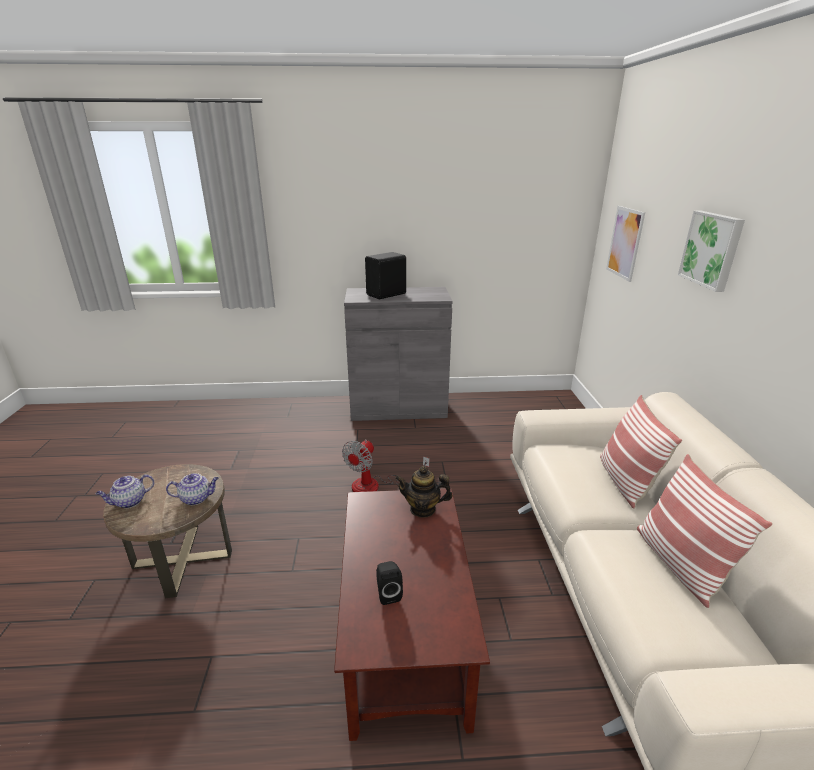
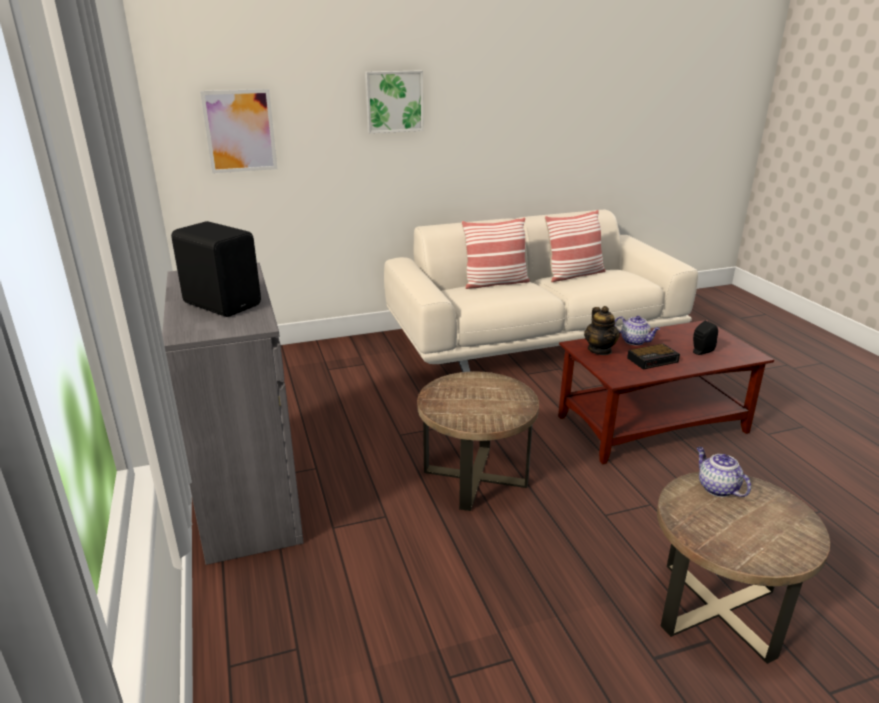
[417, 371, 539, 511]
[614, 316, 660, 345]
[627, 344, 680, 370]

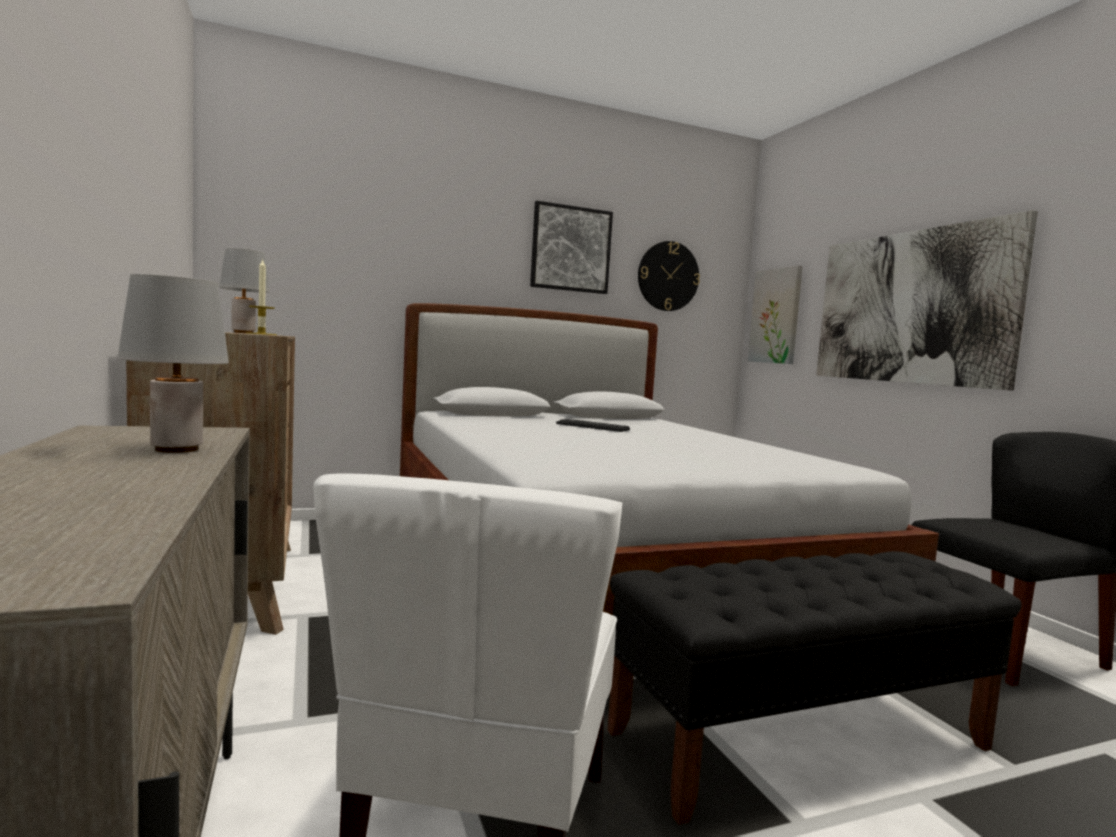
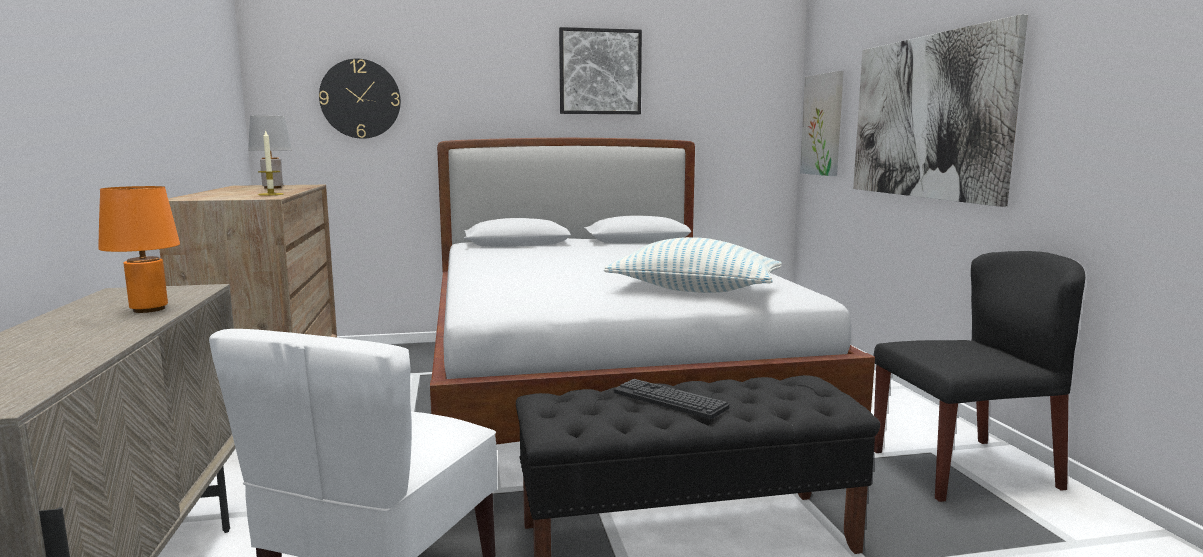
[319, 59, 401, 139]
[98, 186, 180, 313]
[614, 379, 729, 419]
[604, 237, 782, 293]

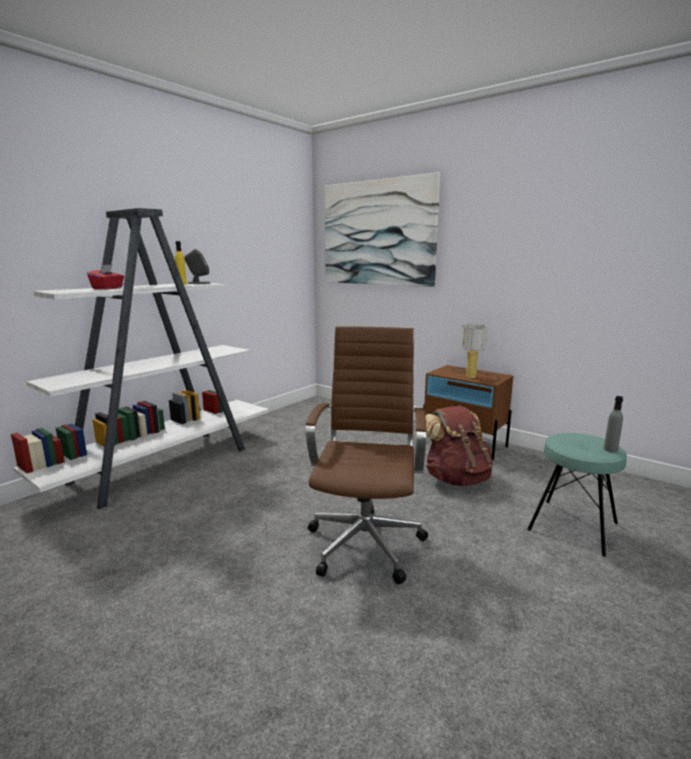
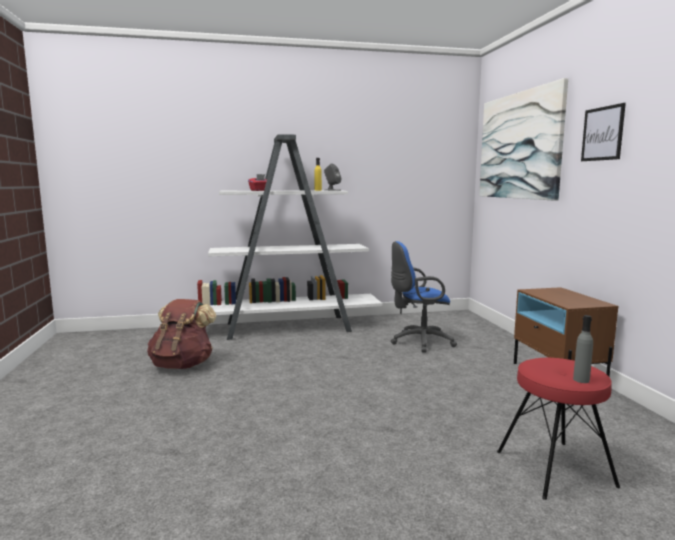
[452, 325, 500, 379] (first image)
[305, 326, 428, 584] (first image)
[147, 299, 216, 369]
[497, 358, 620, 500]
[581, 103, 626, 161]
[391, 241, 457, 353]

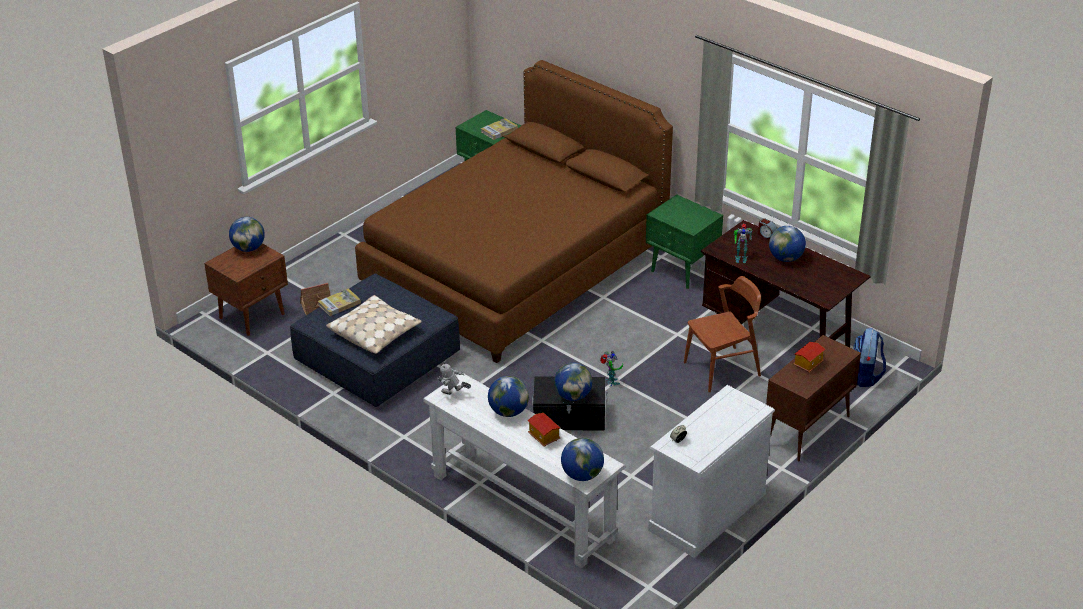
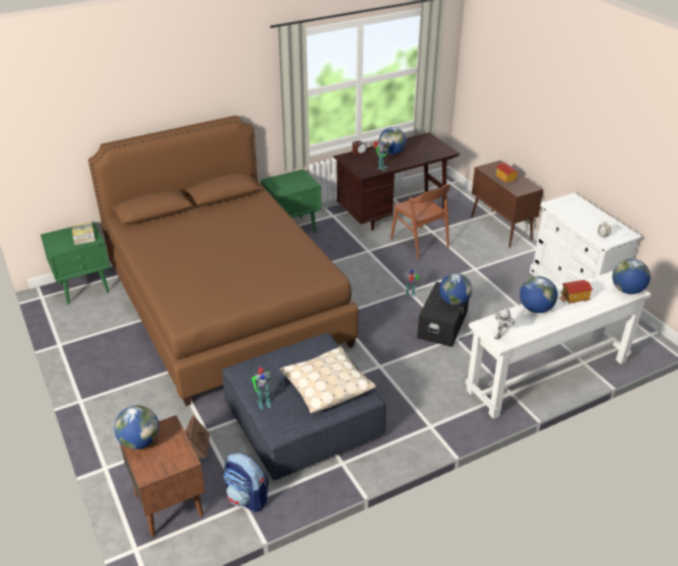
[391, 184, 450, 260]
[251, 367, 272, 409]
[224, 452, 269, 512]

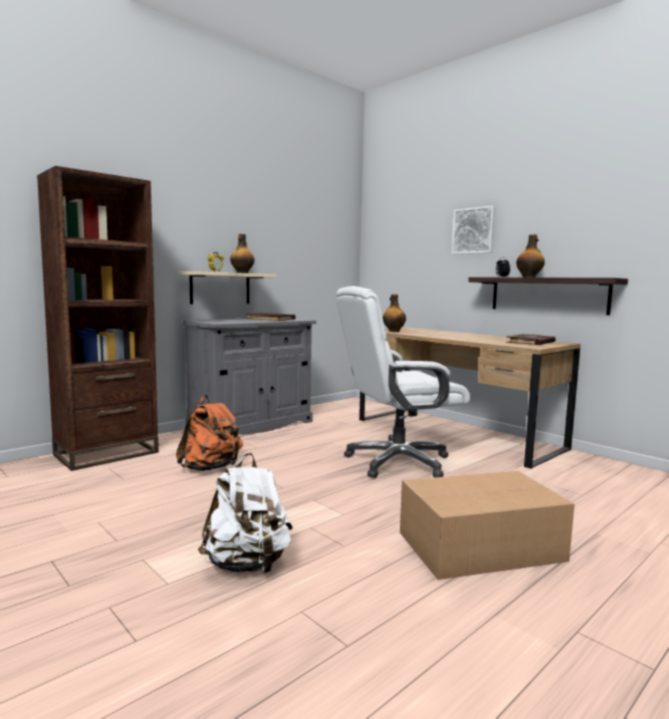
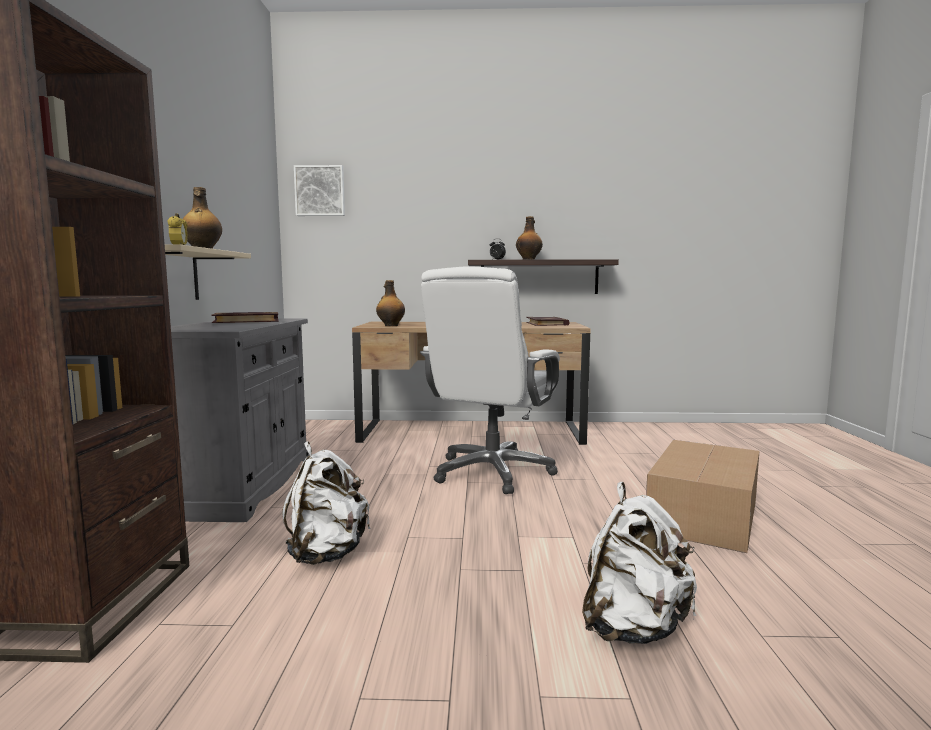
[294, 165, 345, 216]
[282, 441, 371, 565]

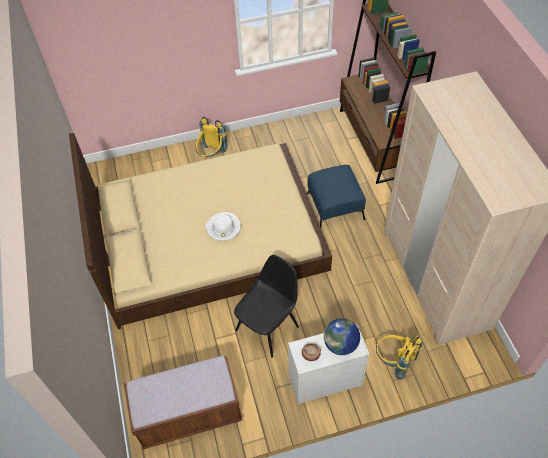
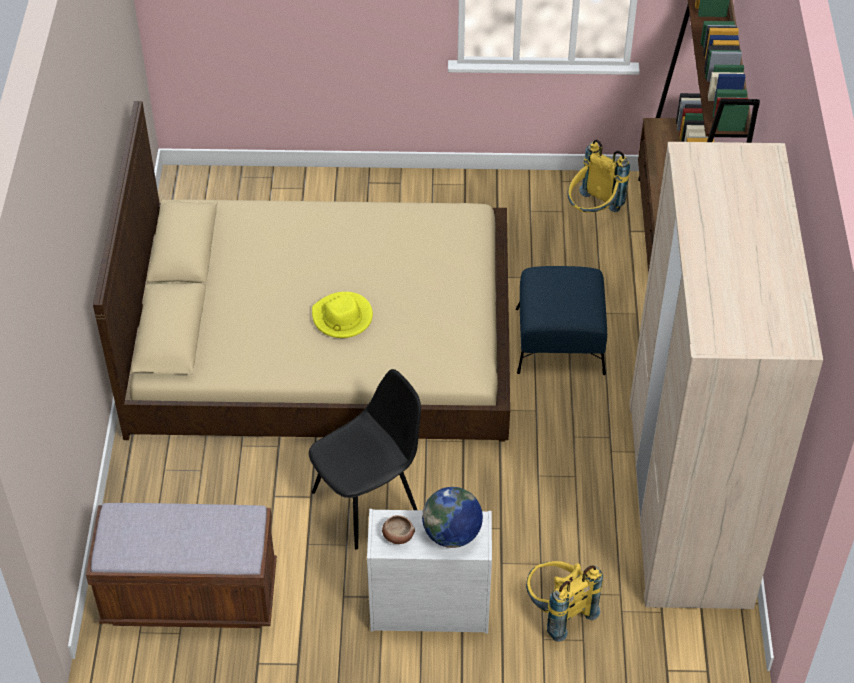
[567, 140, 630, 213]
[312, 292, 373, 338]

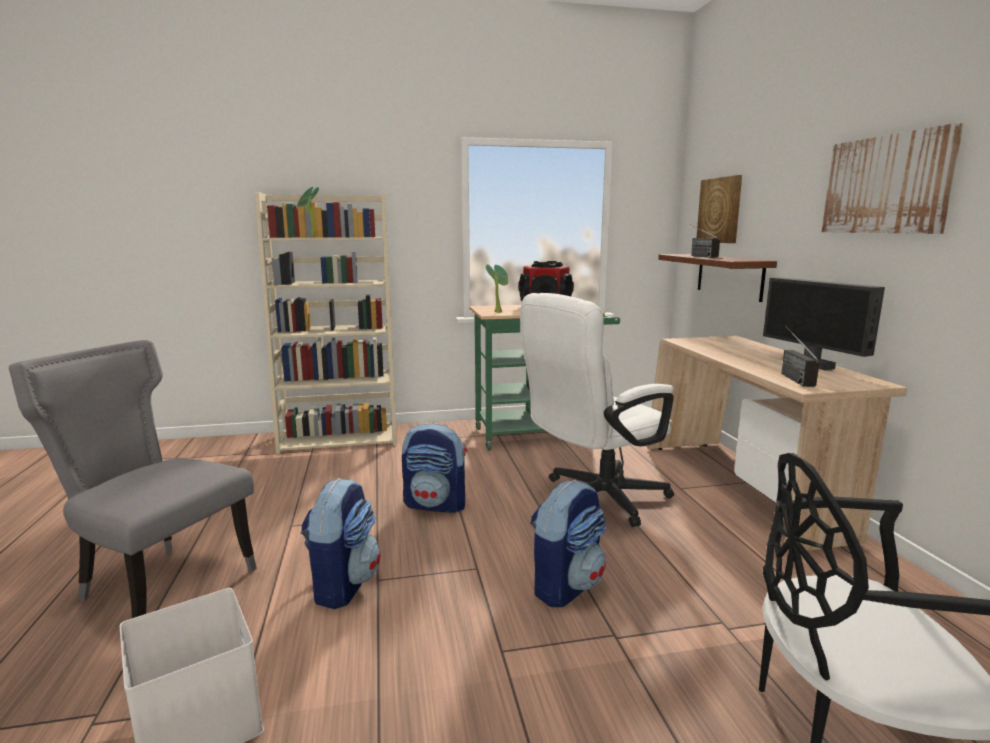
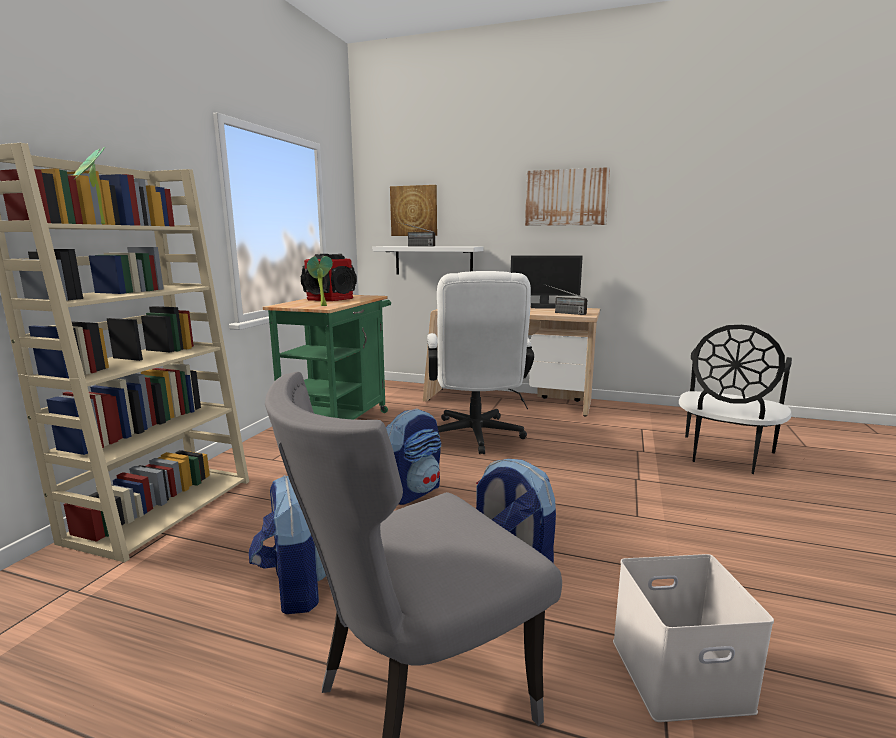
[373, 246, 484, 274]
[249, 475, 326, 614]

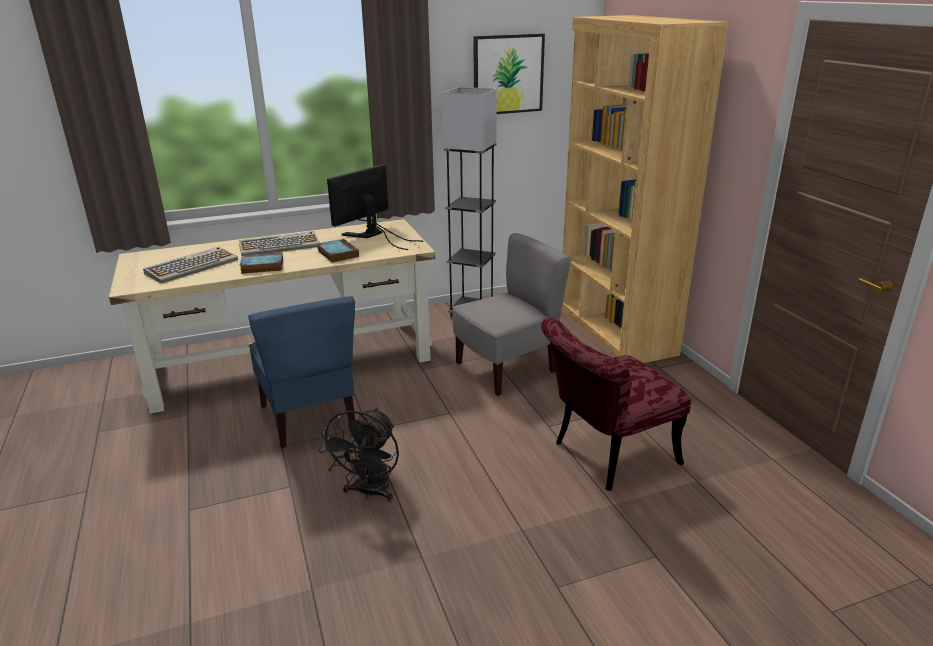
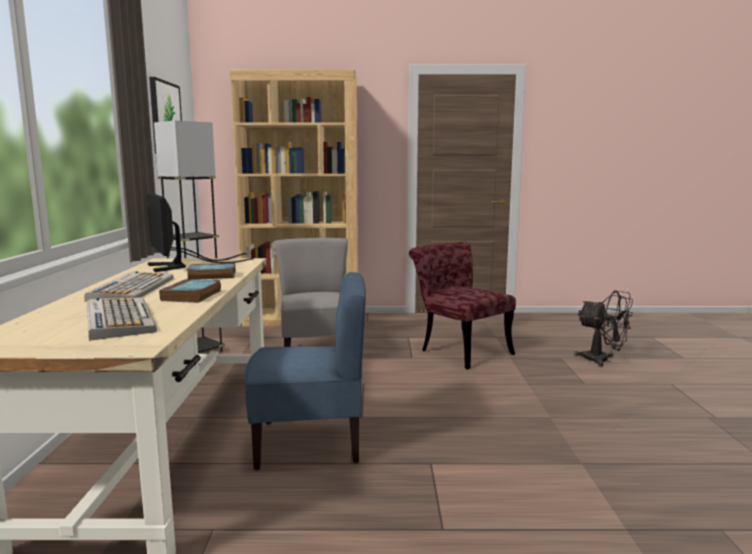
[409, 242, 516, 370]
[574, 290, 633, 367]

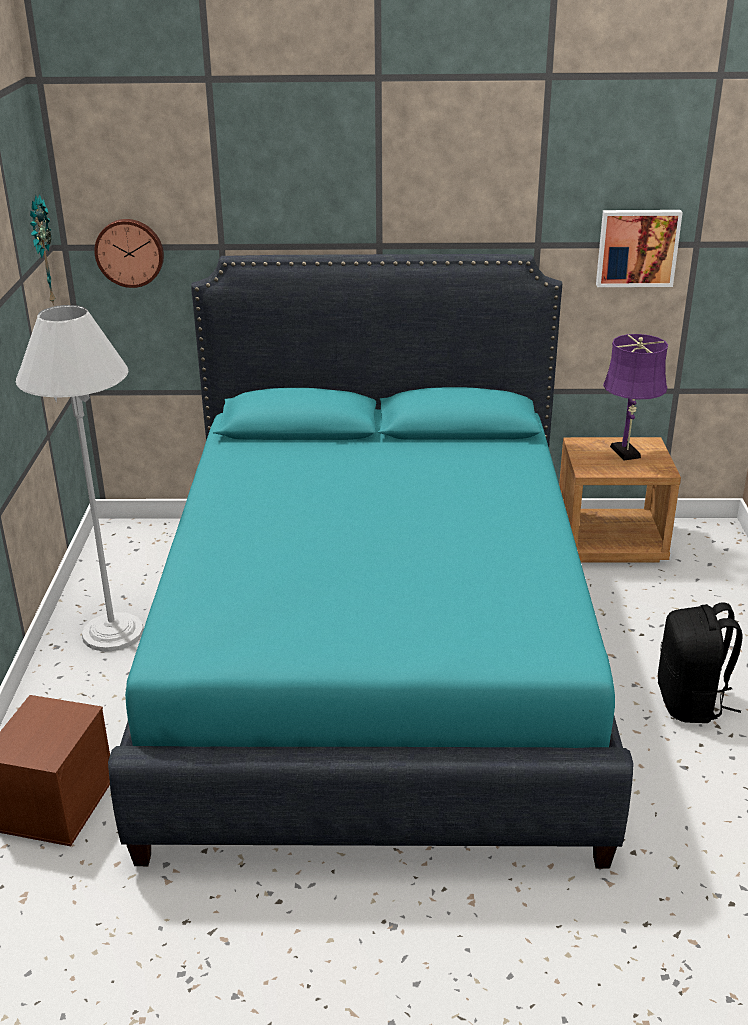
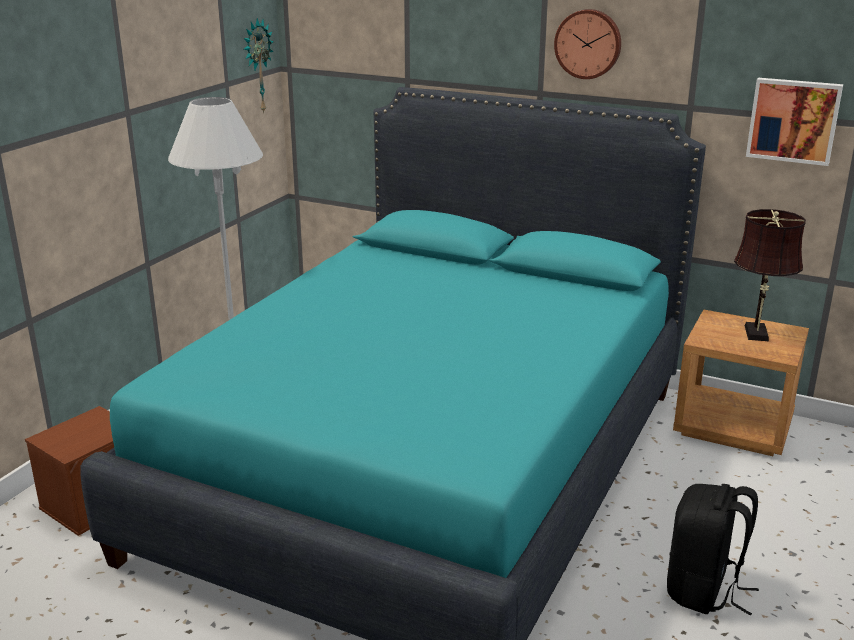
[554, 9, 621, 79]
[734, 209, 806, 341]

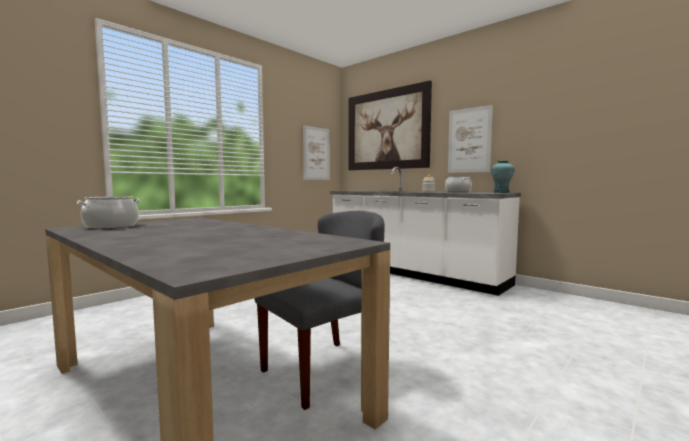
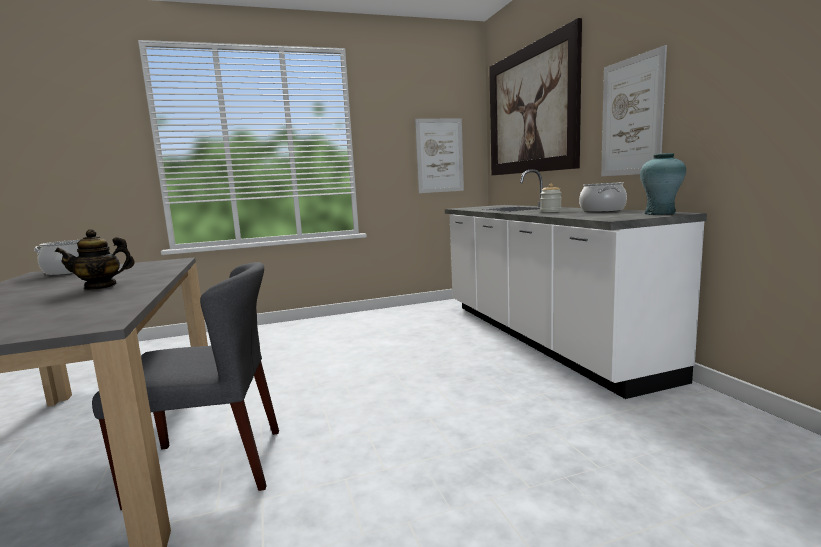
[55, 229, 135, 290]

